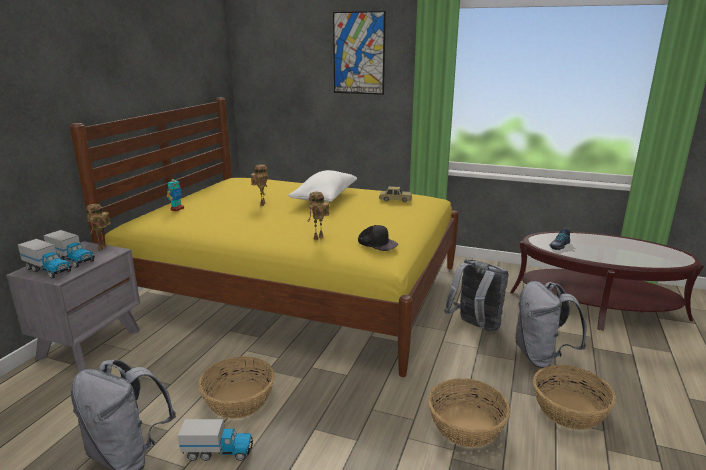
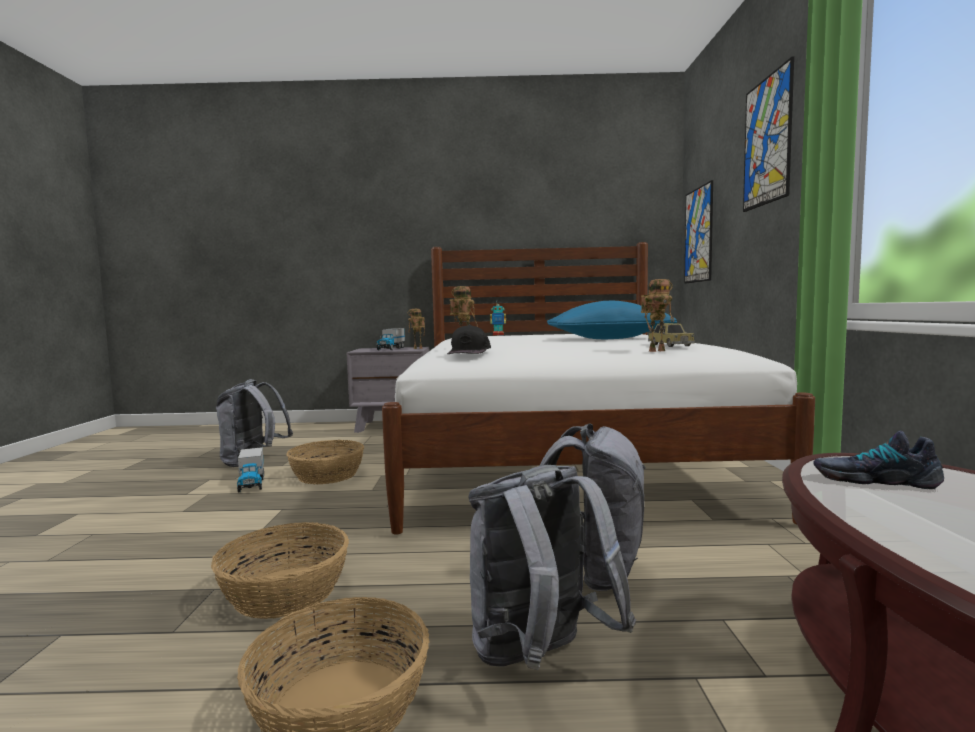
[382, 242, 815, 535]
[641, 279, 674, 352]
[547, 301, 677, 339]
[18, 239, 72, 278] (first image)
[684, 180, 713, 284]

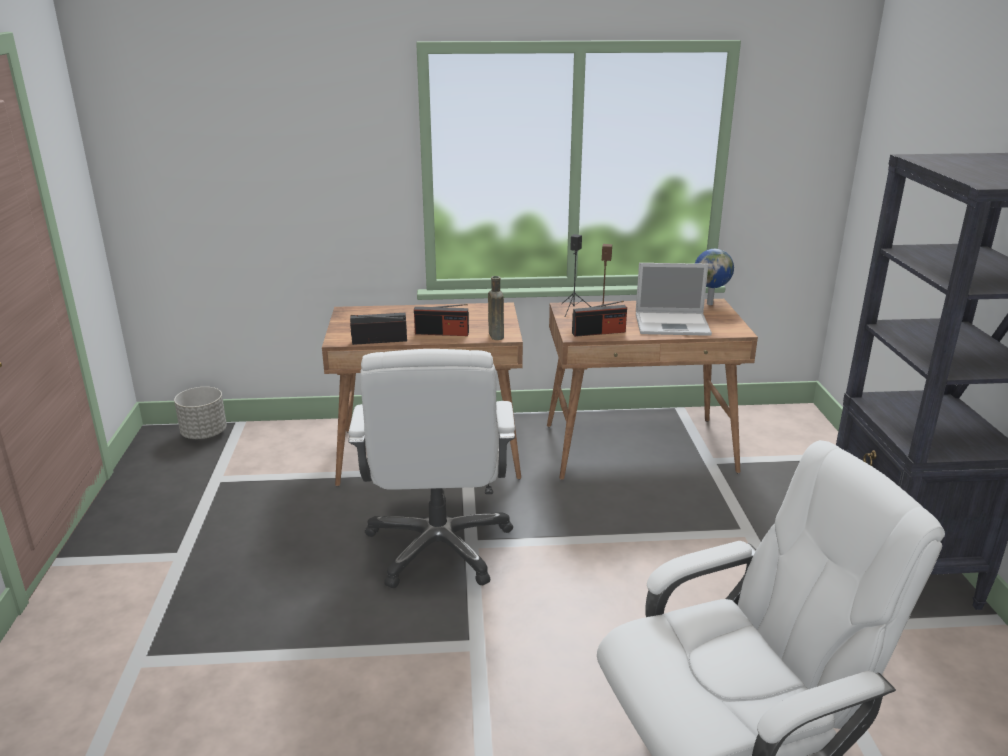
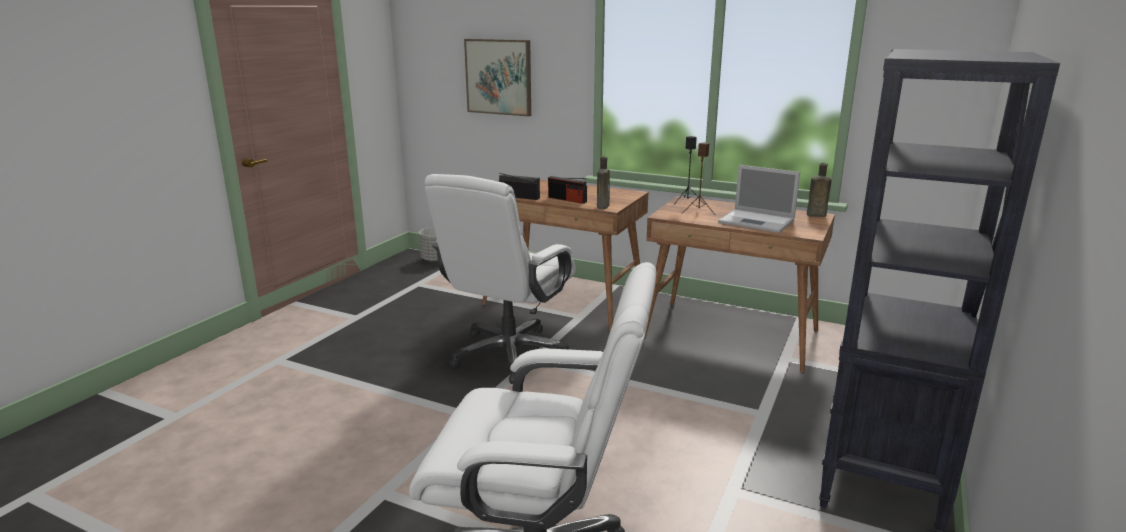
[807, 163, 832, 217]
[572, 301, 627, 337] (first image)
[464, 39, 531, 116]

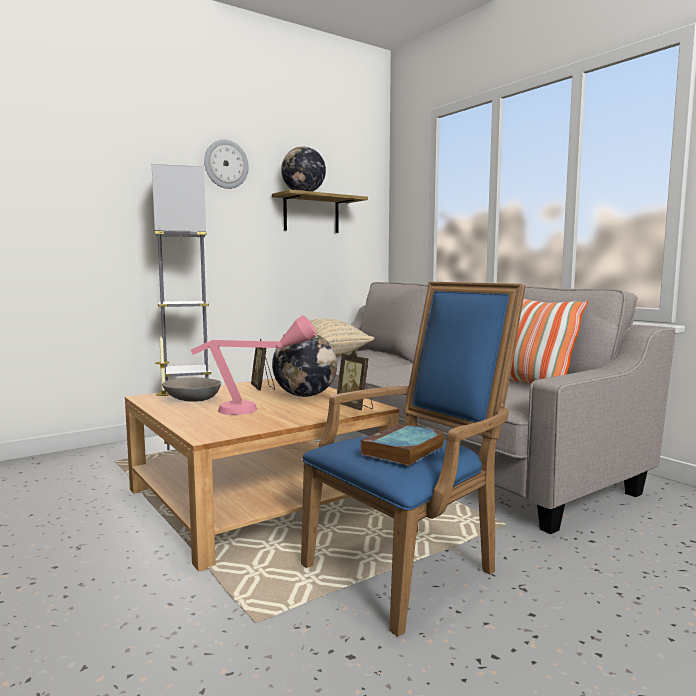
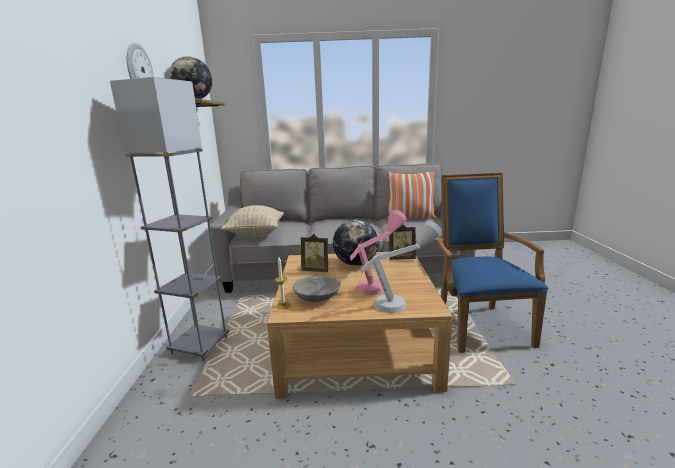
[361, 424, 444, 466] (first image)
[360, 220, 442, 313]

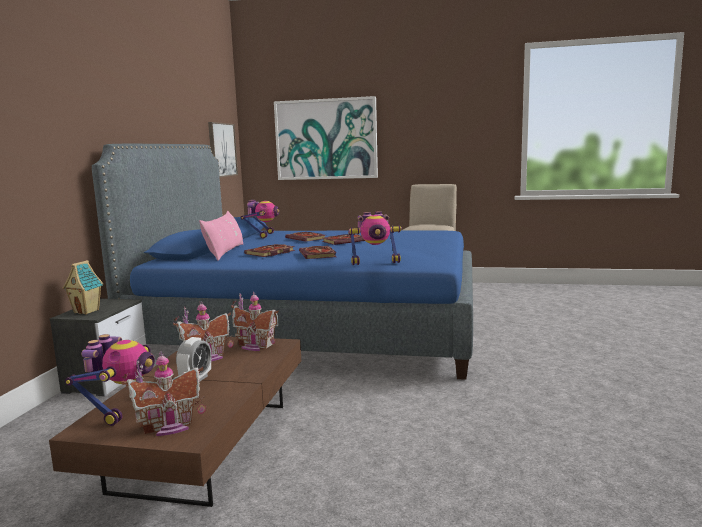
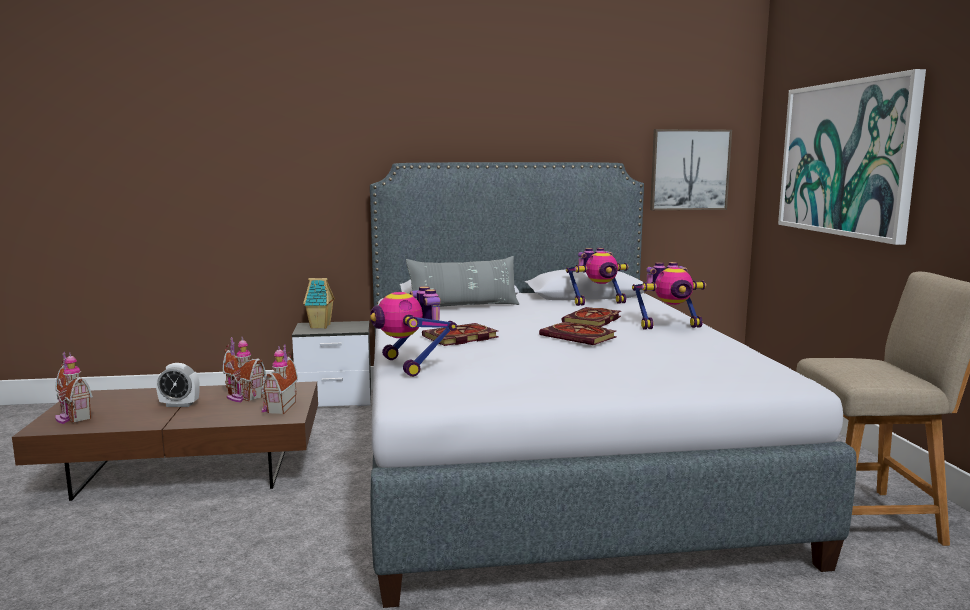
[370, 162, 857, 608]
[406, 256, 519, 307]
[244, 244, 295, 257] (first image)
[632, 262, 706, 329]

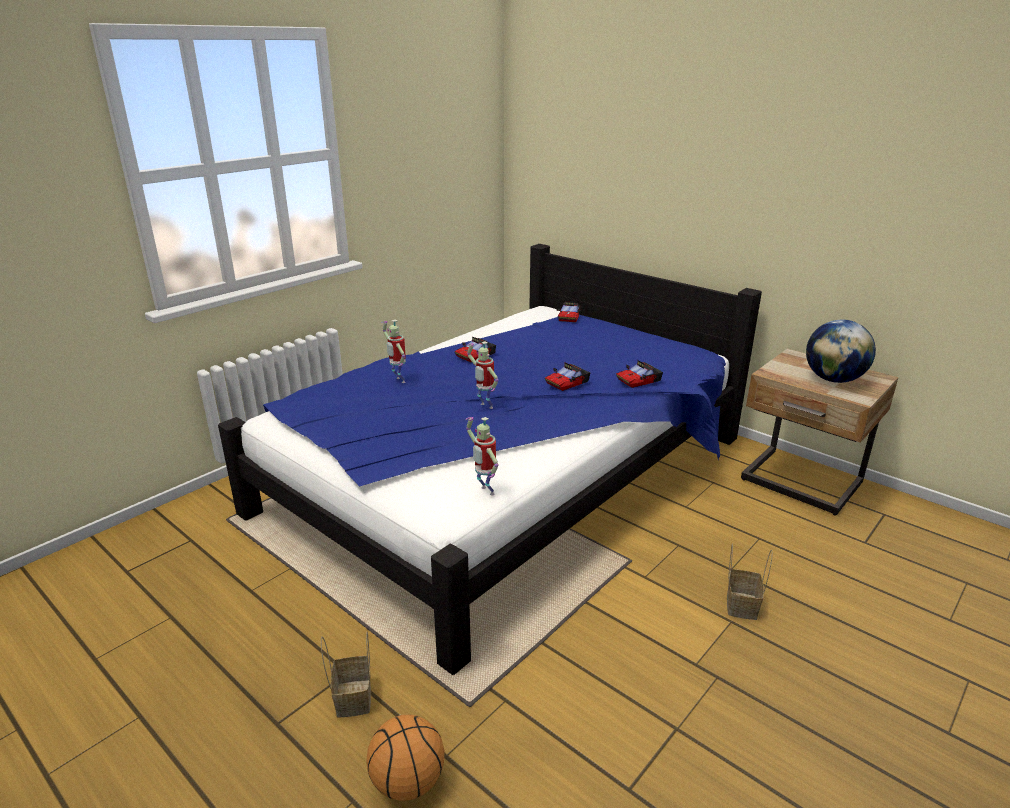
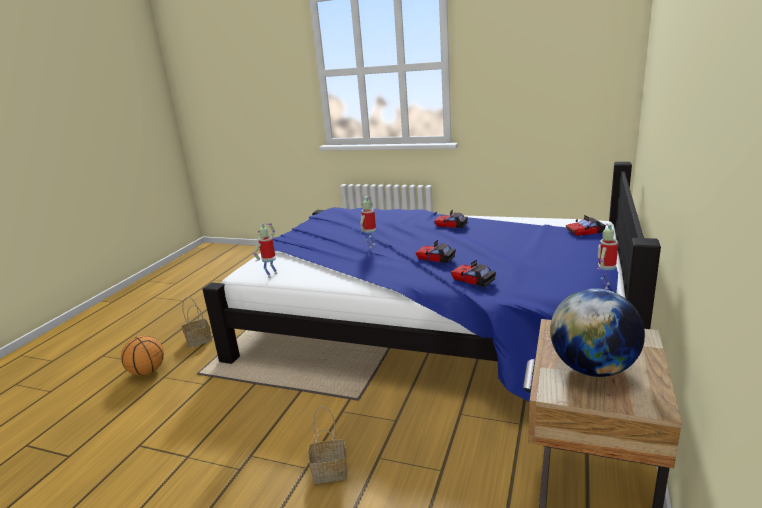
[597, 223, 618, 289]

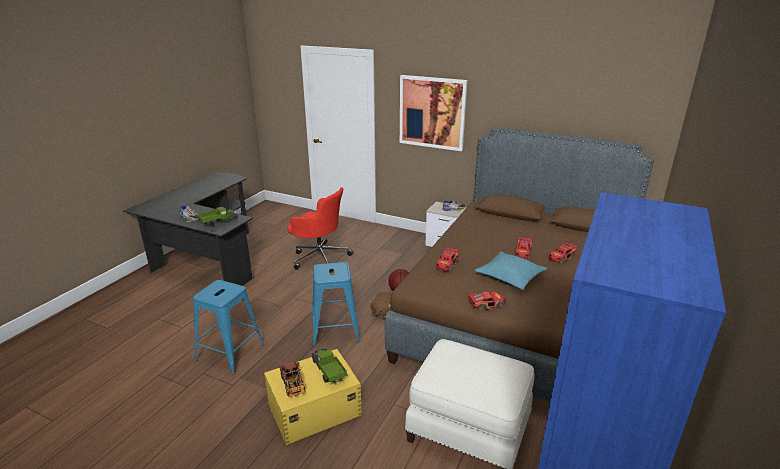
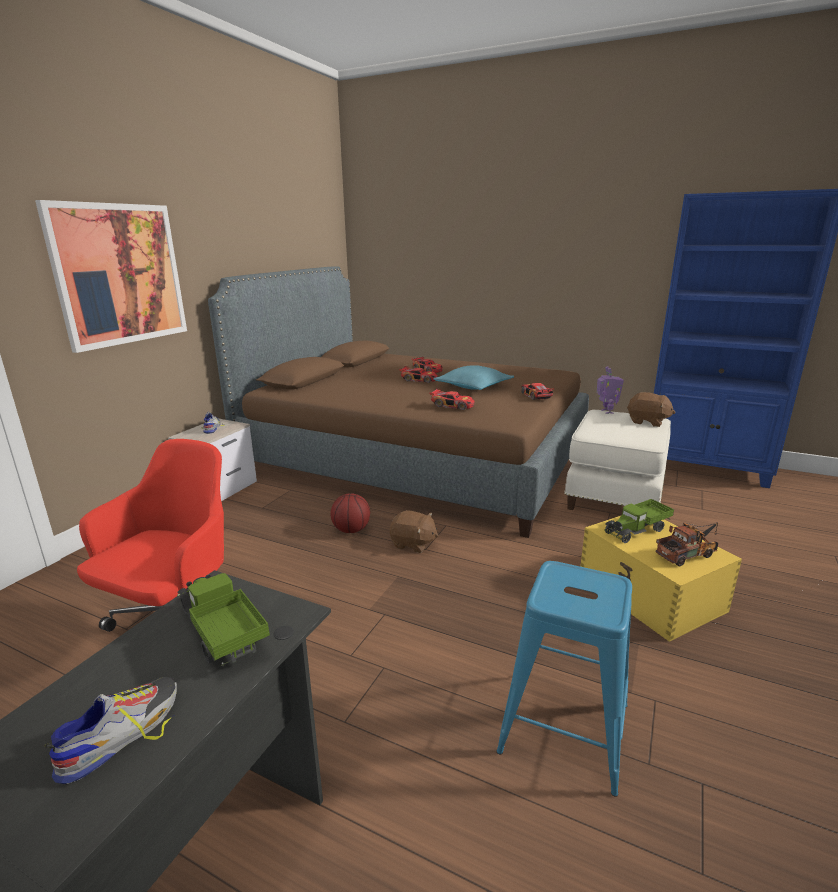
[312, 262, 360, 346] (first image)
[597, 367, 624, 414]
[627, 392, 676, 427]

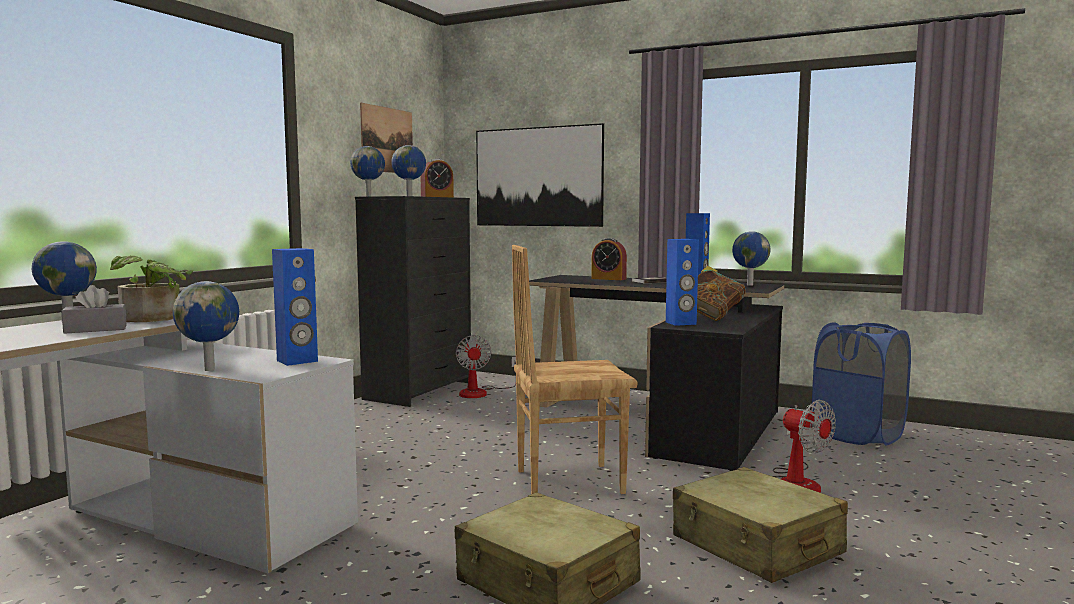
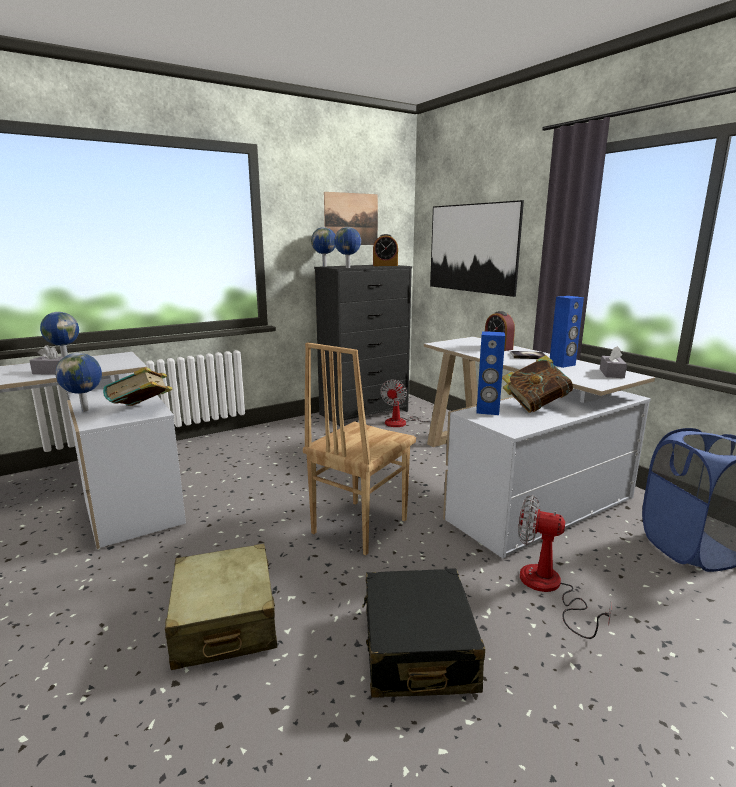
[600, 346, 627, 378]
[303, 342, 416, 555]
[103, 367, 173, 406]
[110, 255, 193, 322] (first image)
[424, 337, 655, 558]
[519, 495, 612, 639]
[362, 568, 485, 698]

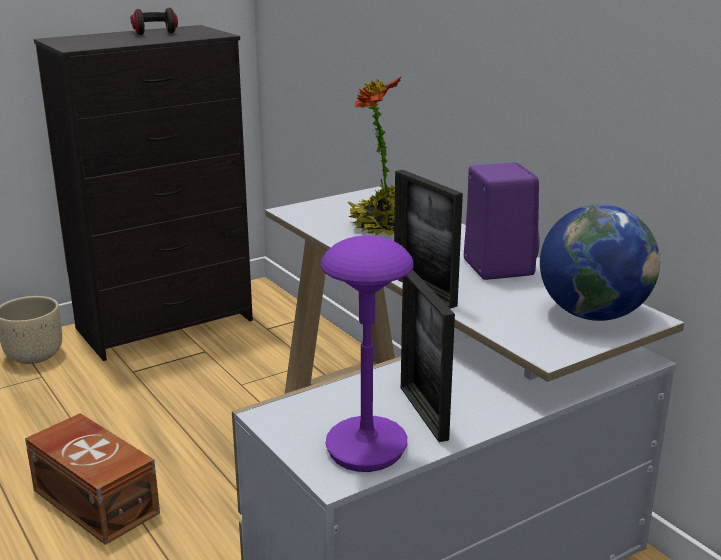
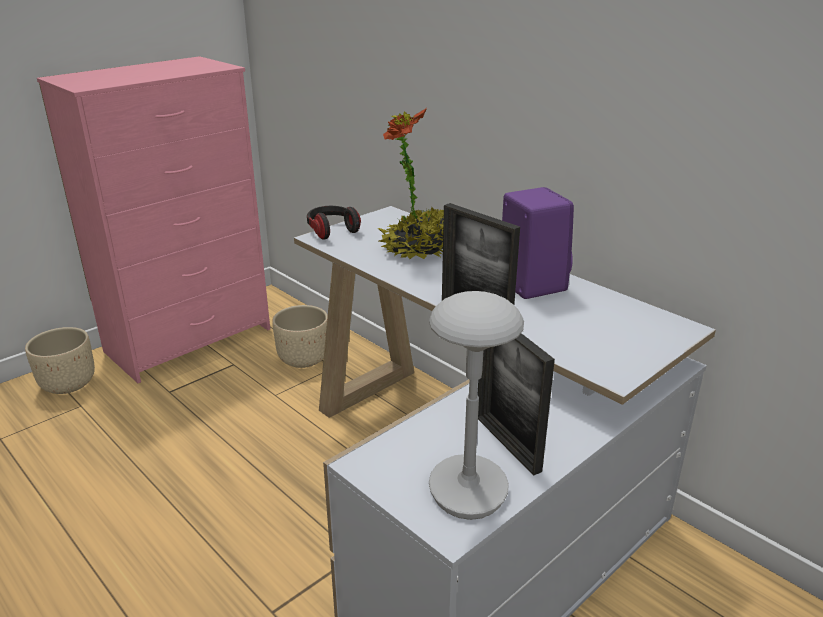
[307, 206, 361, 240]
[37, 56, 270, 383]
[540, 204, 660, 321] (first image)
[429, 291, 524, 520]
[25, 413, 160, 545] (first image)
[272, 305, 328, 368]

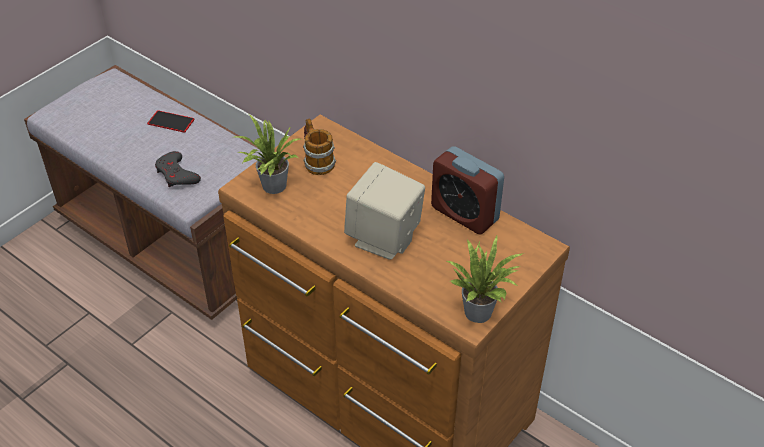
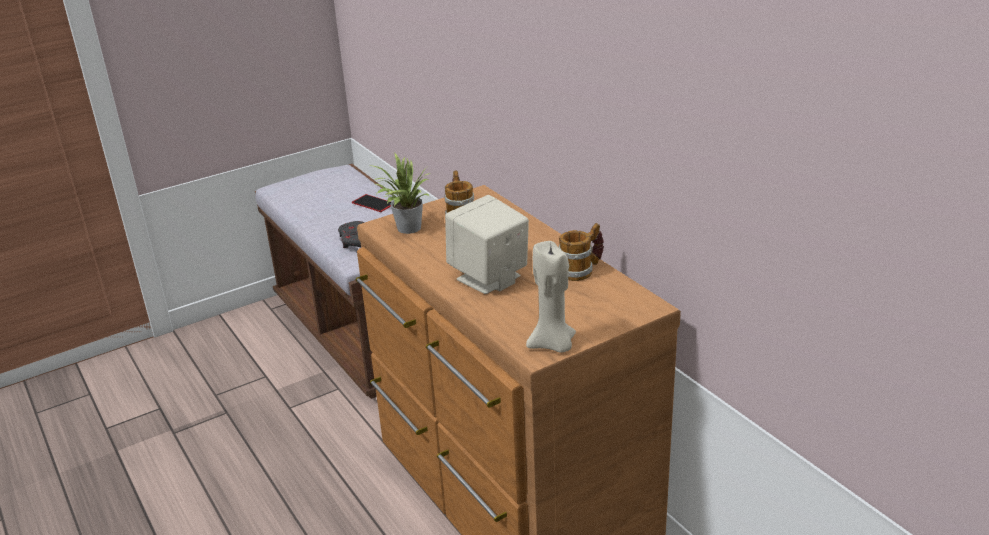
[559, 223, 604, 281]
[526, 241, 576, 353]

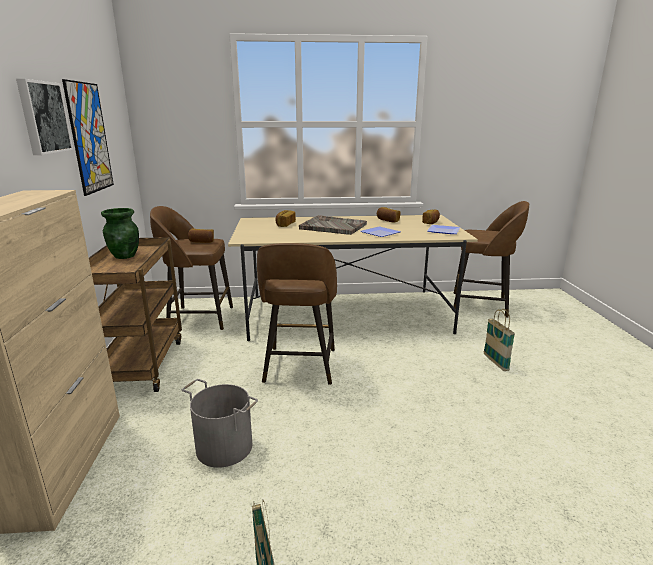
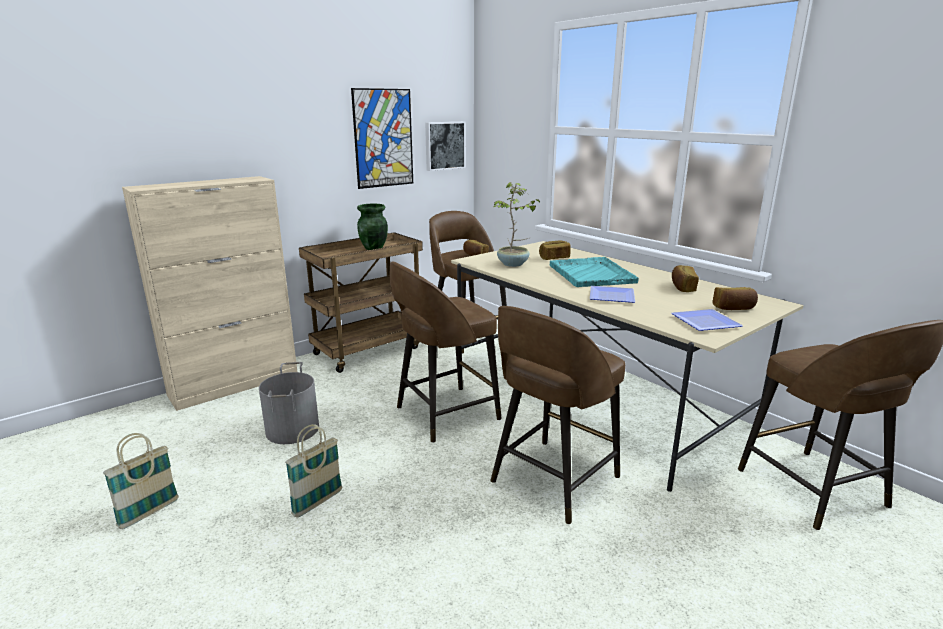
[425, 121, 466, 171]
[550, 257, 639, 287]
[285, 424, 342, 518]
[494, 182, 540, 267]
[490, 306, 625, 524]

